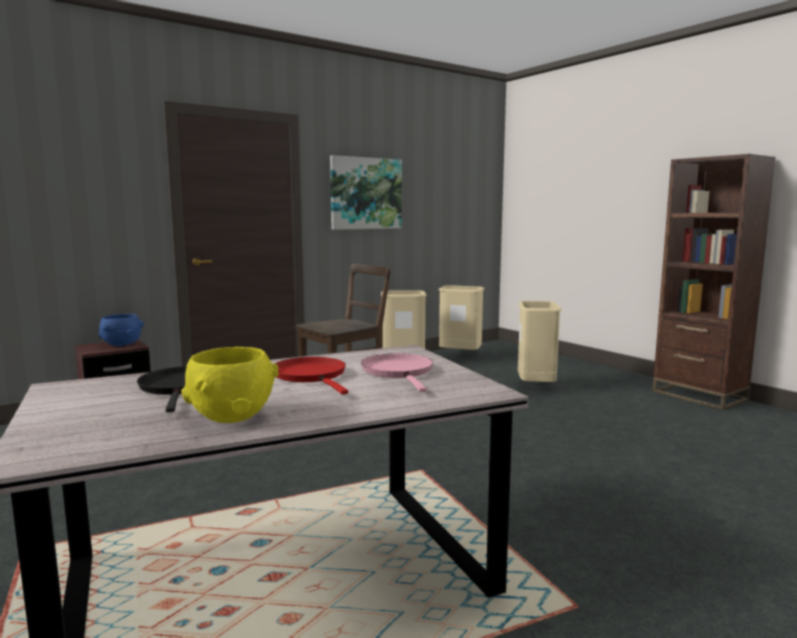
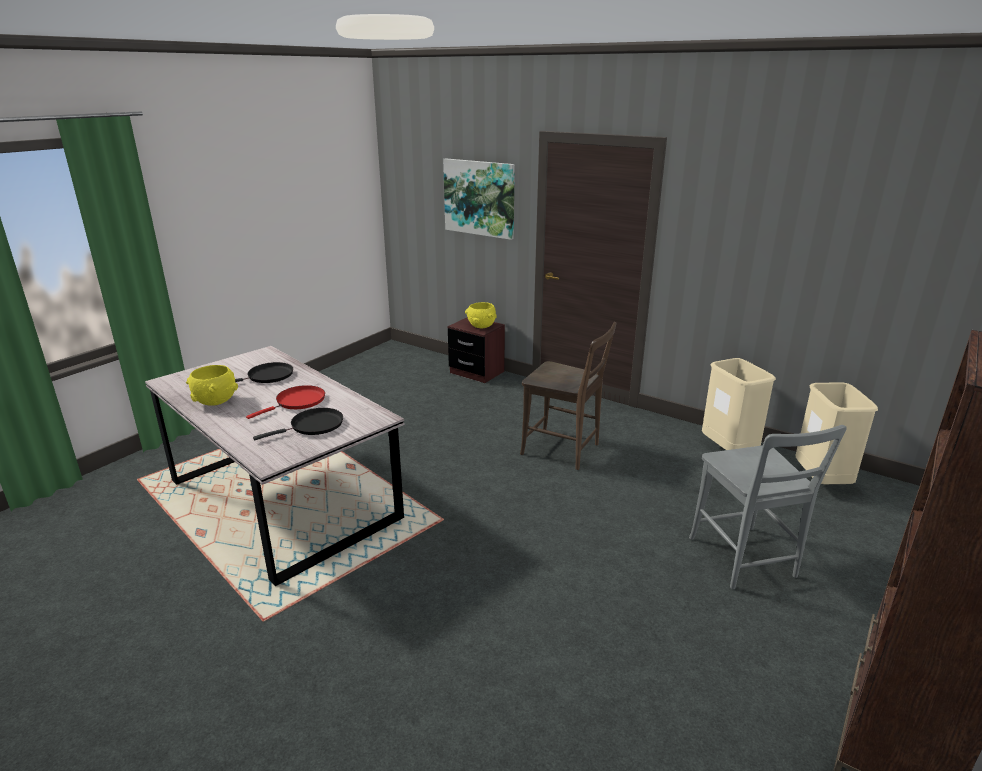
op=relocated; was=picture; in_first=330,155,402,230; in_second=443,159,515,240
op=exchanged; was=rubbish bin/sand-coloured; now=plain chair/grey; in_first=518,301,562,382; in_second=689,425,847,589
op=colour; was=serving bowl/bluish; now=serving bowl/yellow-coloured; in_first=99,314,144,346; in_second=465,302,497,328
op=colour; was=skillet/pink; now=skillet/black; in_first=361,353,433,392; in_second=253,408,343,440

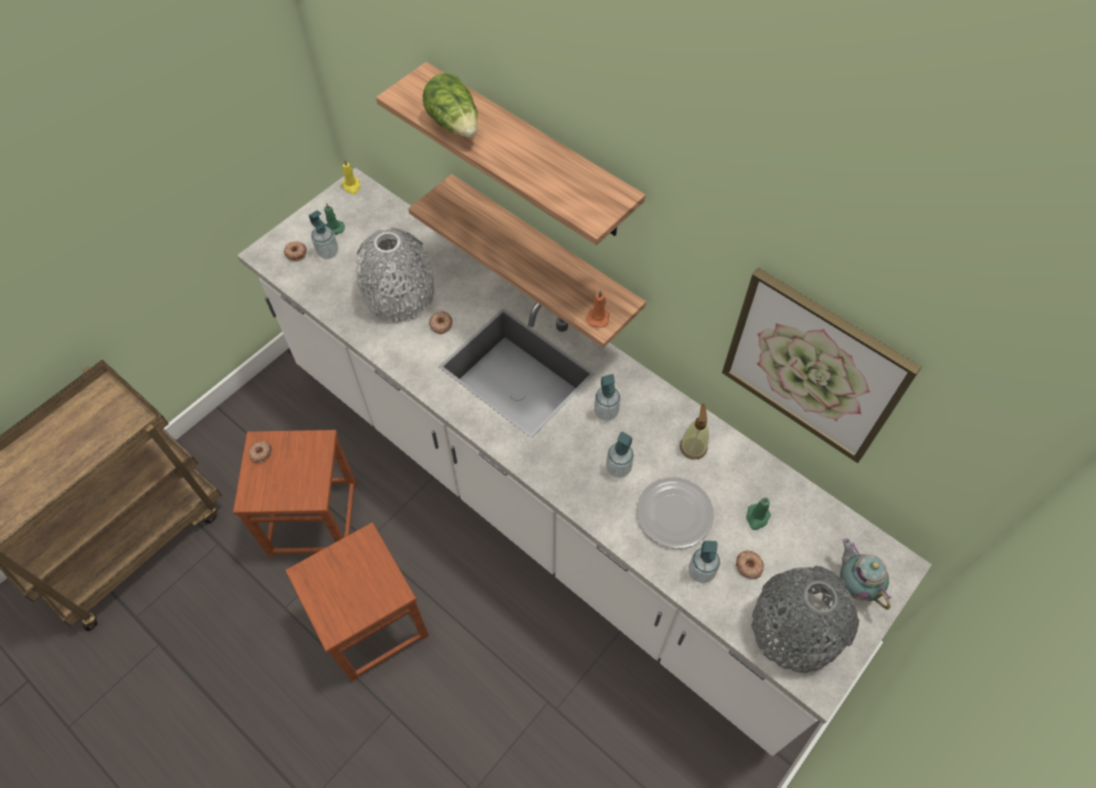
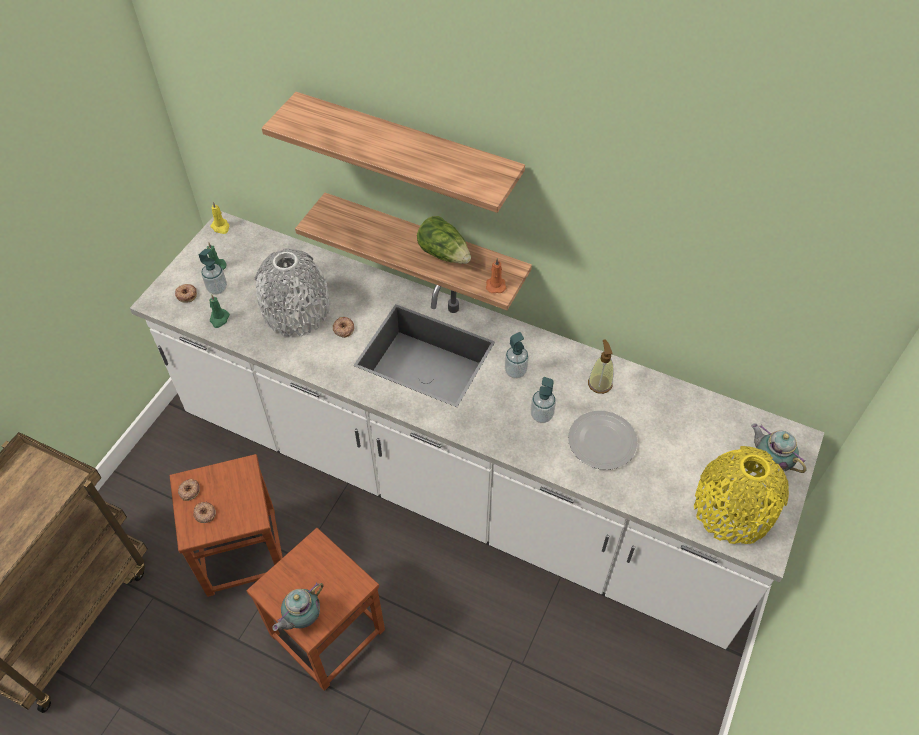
op=relocated; was=lettuce head; in_first=422,73,478,138; in_second=417,216,471,264
op=missing; was=picture; in_first=722,268,922,463
op=relocated; was=candle/green; in_first=746,498,771,530; in_second=209,294,230,328
op=missing; was=liquid soap bottle; in_first=688,541,720,583
op=relocated; was=donut; in_first=736,550,764,579; in_second=193,502,216,523
op=colour; was=vase/grey; now=vase/yellow-coloured; in_first=751,566,859,673; in_second=694,446,789,544
op=appeared; now=tea pot; in_second=272,582,324,631

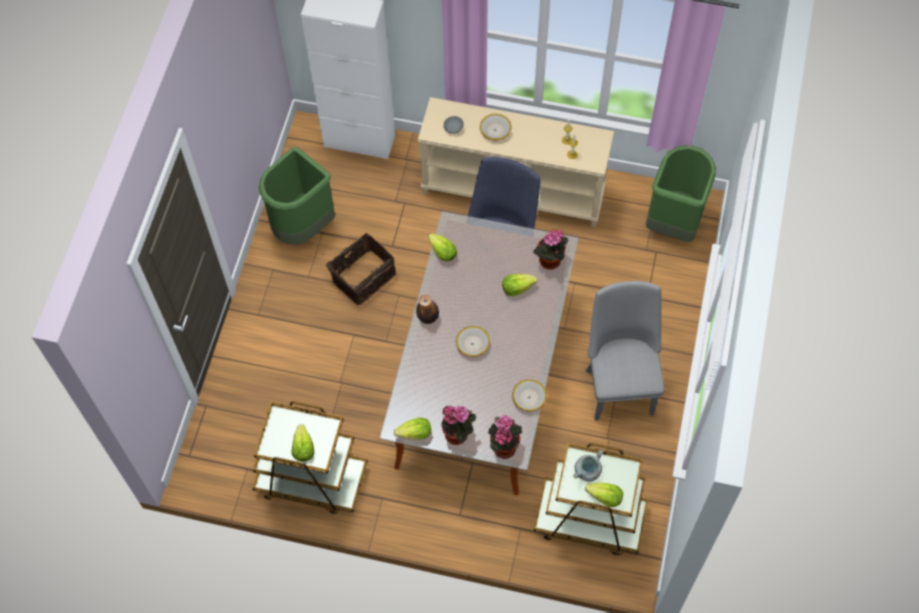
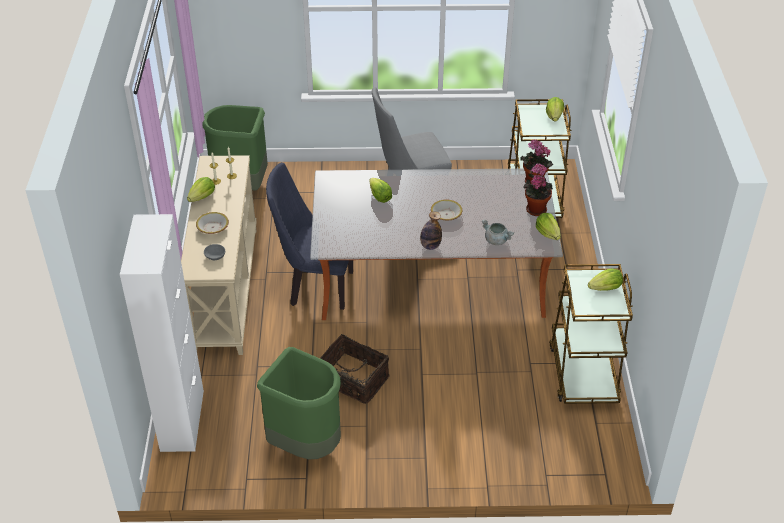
op=missing; was=plant in a pot; in_first=533,230,568,270
op=relocated; was=lettuce head; in_first=428,233,457,262; in_second=187,177,215,202
op=missing; was=serving bowl; in_first=512,379,547,412
op=relocated; was=saucepot/grey; in_first=573,449,603,482; in_second=482,220,514,245

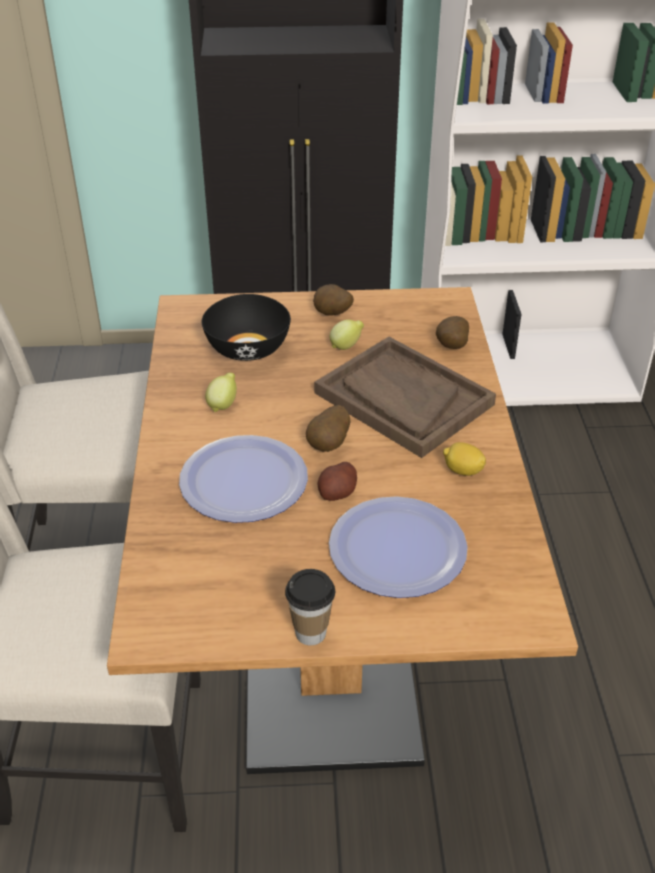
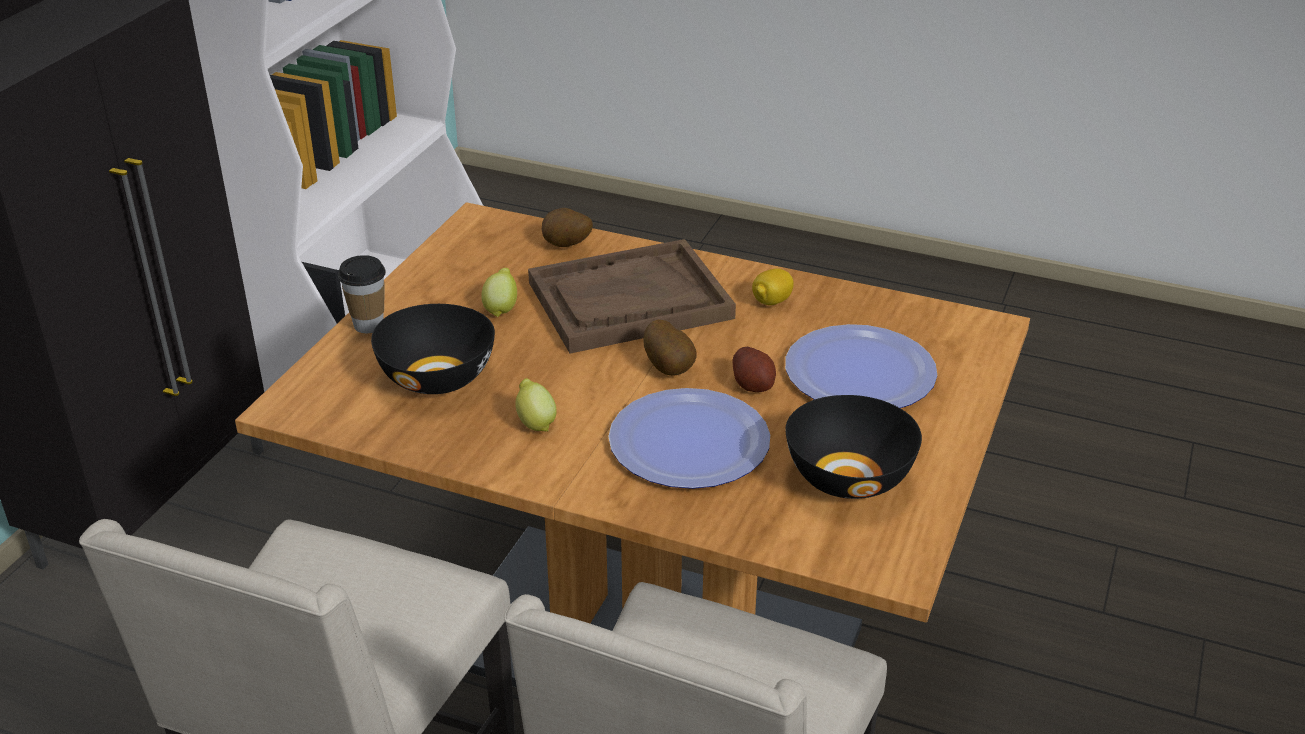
op=missing; was=whole potato; in_first=313,284,354,316
op=relocated; was=drinking cup; in_first=285,569,335,646; in_second=338,255,386,333
op=appeared; now=serving bowl/black; in_second=785,395,922,499

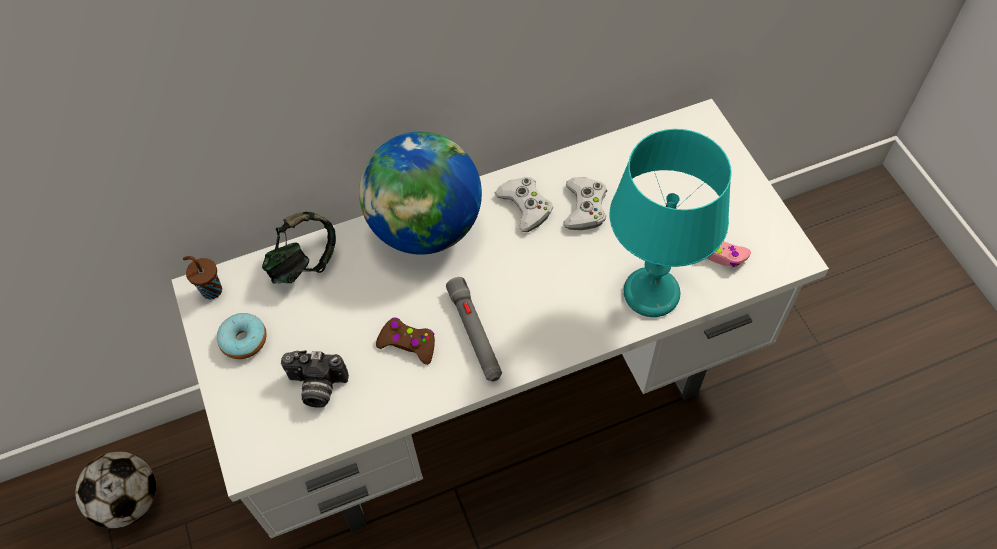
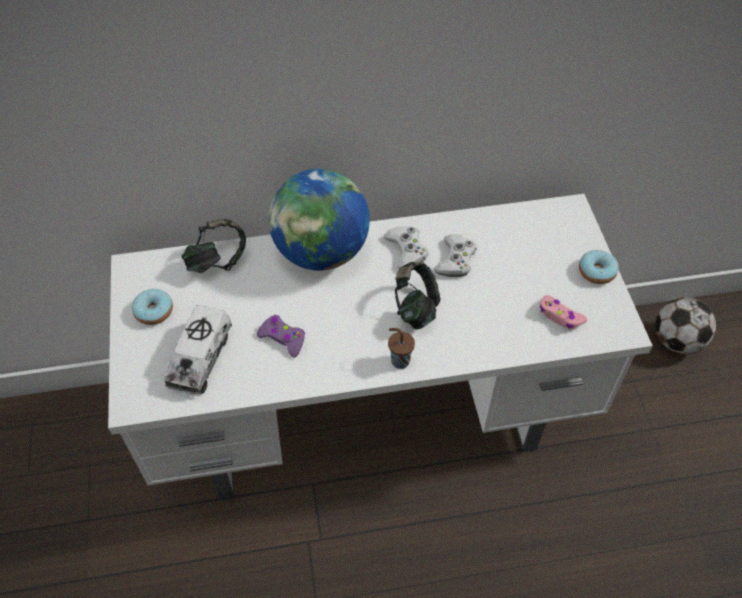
op=missing; was=lamp for a table/turquoise; in_first=610,129,732,317
op=relocated; was=drinking cup/brown-coloured; in_first=183,256,222,299; in_second=388,328,415,369
op=missing; was=hand torch/grey; in_first=446,277,502,382
op=colour; was=joypad/brown-coloured; now=joypad/purple-coloured; in_first=376,318,435,365; in_second=257,315,305,358
op=exchanged; was=still camera; now=model truck; in_first=281,350,349,408; in_second=165,305,232,394
op=relocated; was=ball for football; in_first=75,452,156,528; in_second=655,297,716,354
op=appeared; now=donut; in_second=579,250,619,284
op=appeared; now=headset; in_second=395,262,441,330

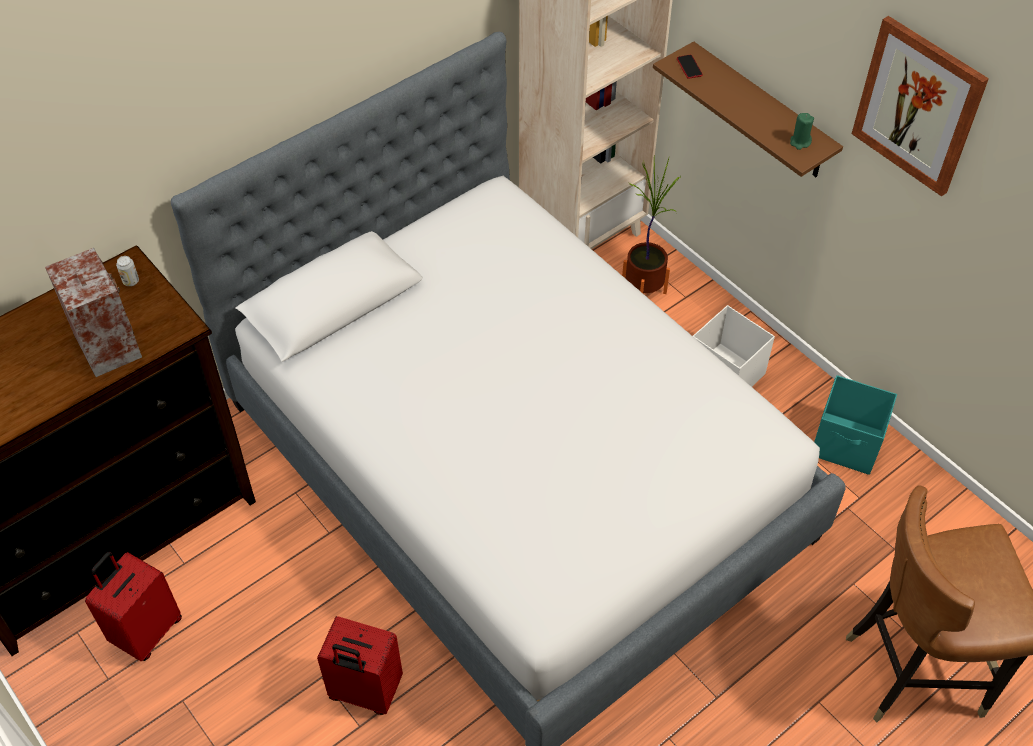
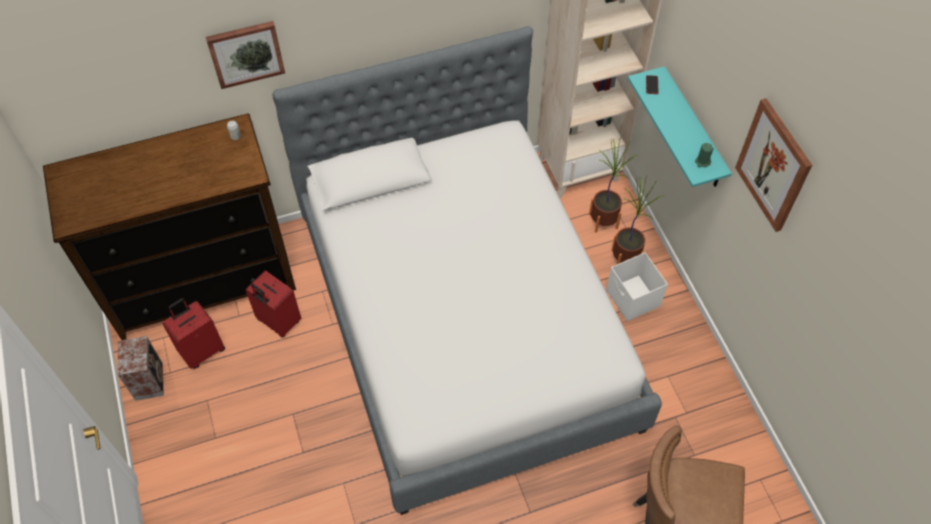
op=colour; was=bracket shelf/brown-coloured; now=bracket shelf/turquoise; in_first=653,41,843,177; in_second=628,66,732,187
op=relocated; was=speaker; in_first=45,248,142,377; in_second=118,336,164,401
op=missing; was=storage bin/turquoise; in_first=814,375,897,475
op=relocated; was=travel case/red-coloured; in_first=317,616,403,715; in_second=245,270,301,338
op=appeared; now=picture; in_second=206,21,285,89
op=appeared; now=plant in a pot; in_second=611,176,663,264

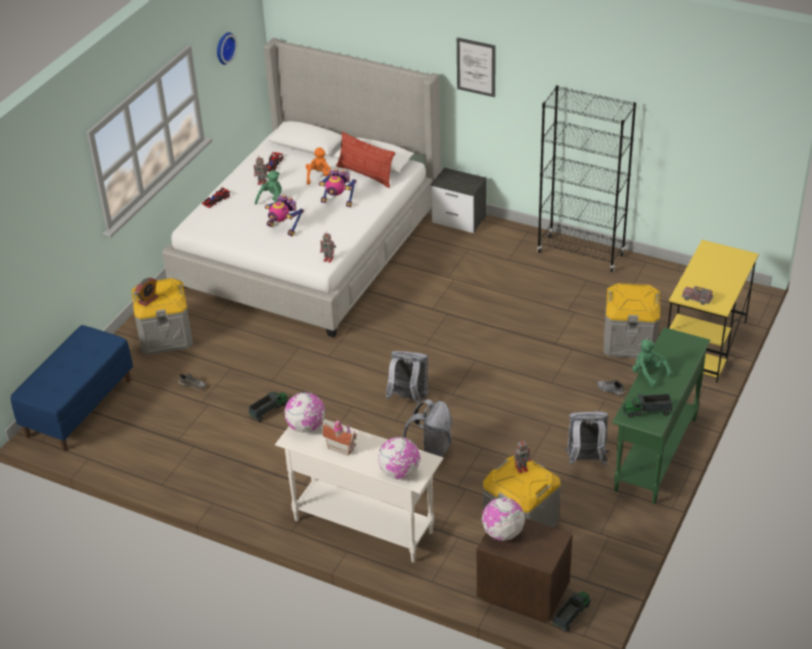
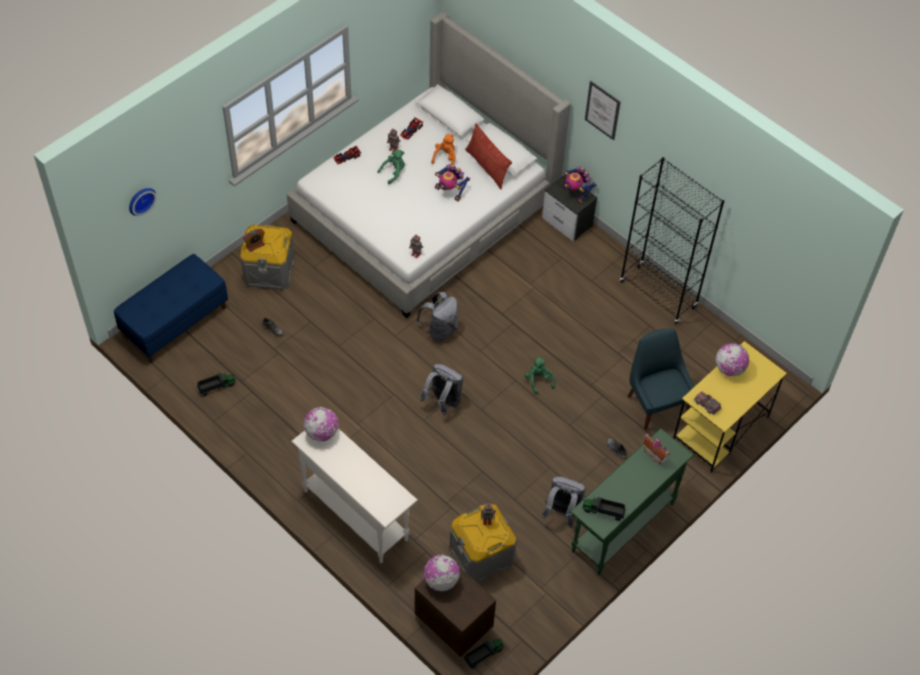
op=relocated; was=wall clock; in_first=217,32,237,65; in_second=129,188,157,216
op=relocated; was=robot figure; in_first=265,195,304,236; in_second=562,166,596,204
op=exchanged; was=storage bin/grey; now=plain chair/bluish; in_first=603,283,660,358; in_second=628,329,695,430
op=relocated; was=plush toy/green; in_first=632,340,671,387; in_second=524,356,555,394
op=relocated; was=model truck; in_first=248,391,289,422; in_second=197,372,235,396
op=relocated; was=rucksack/grey; in_first=403,399,452,457; in_second=416,292,458,342
op=relocated; was=model house; in_first=321,419,357,456; in_second=643,433,671,465
op=relocated; was=desk globe; in_first=378,437,420,479; in_second=716,343,749,376

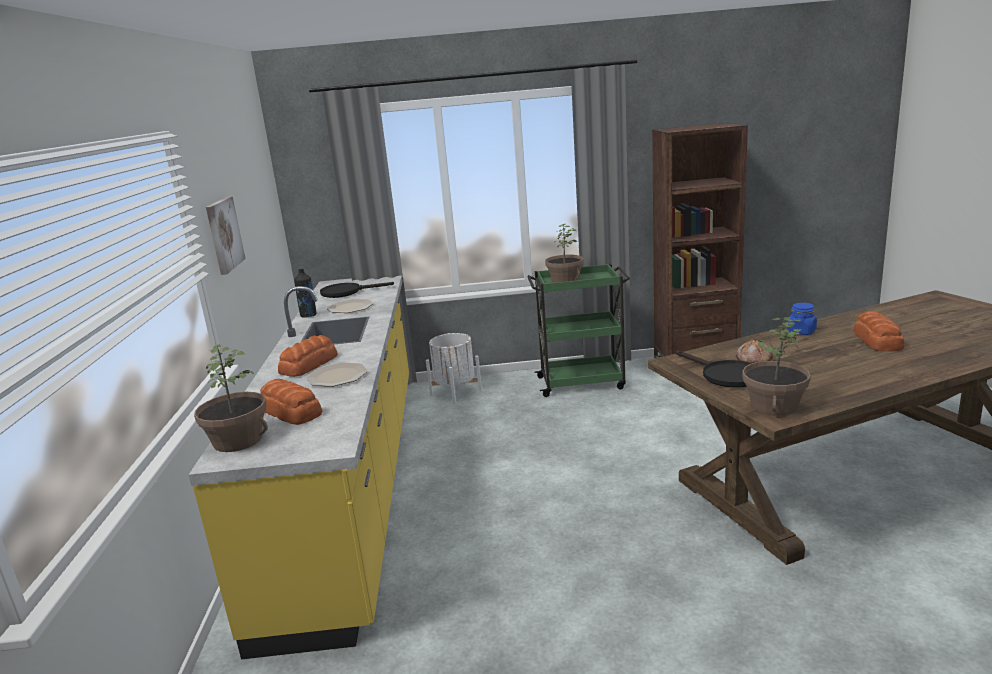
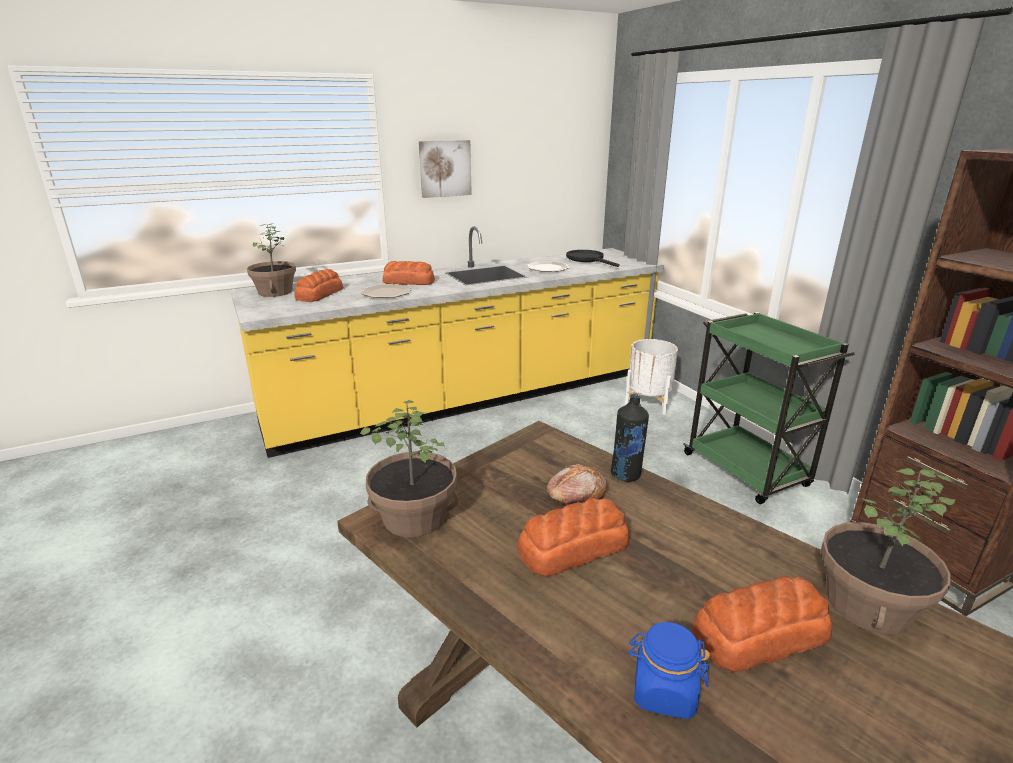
op=relocated; was=plant in a pot; in_first=545,224,583,283; in_second=821,468,955,634
op=relocated; was=drink bottle/black; in_first=294,268,317,318; in_second=611,394,649,482
op=relocated; was=preserve jar/bluish; in_first=787,303,817,335; in_second=628,622,710,719
op=missing; was=skillet/black; in_first=676,350,752,388
op=appeared; now=bread; in_second=517,498,630,577

